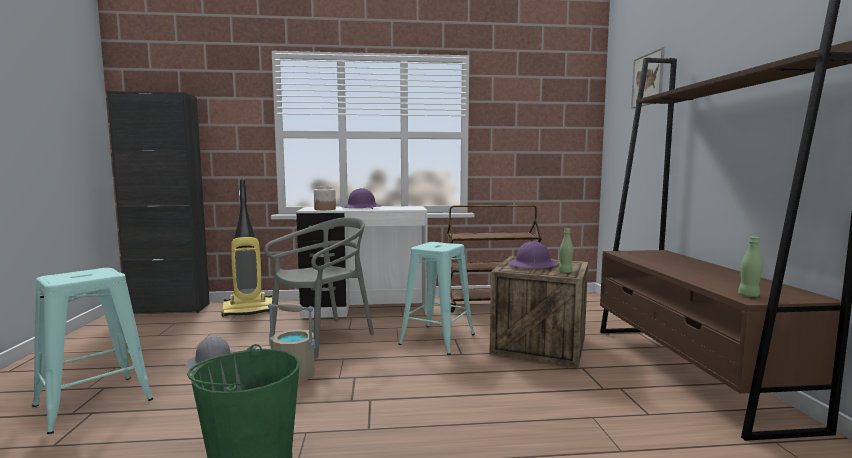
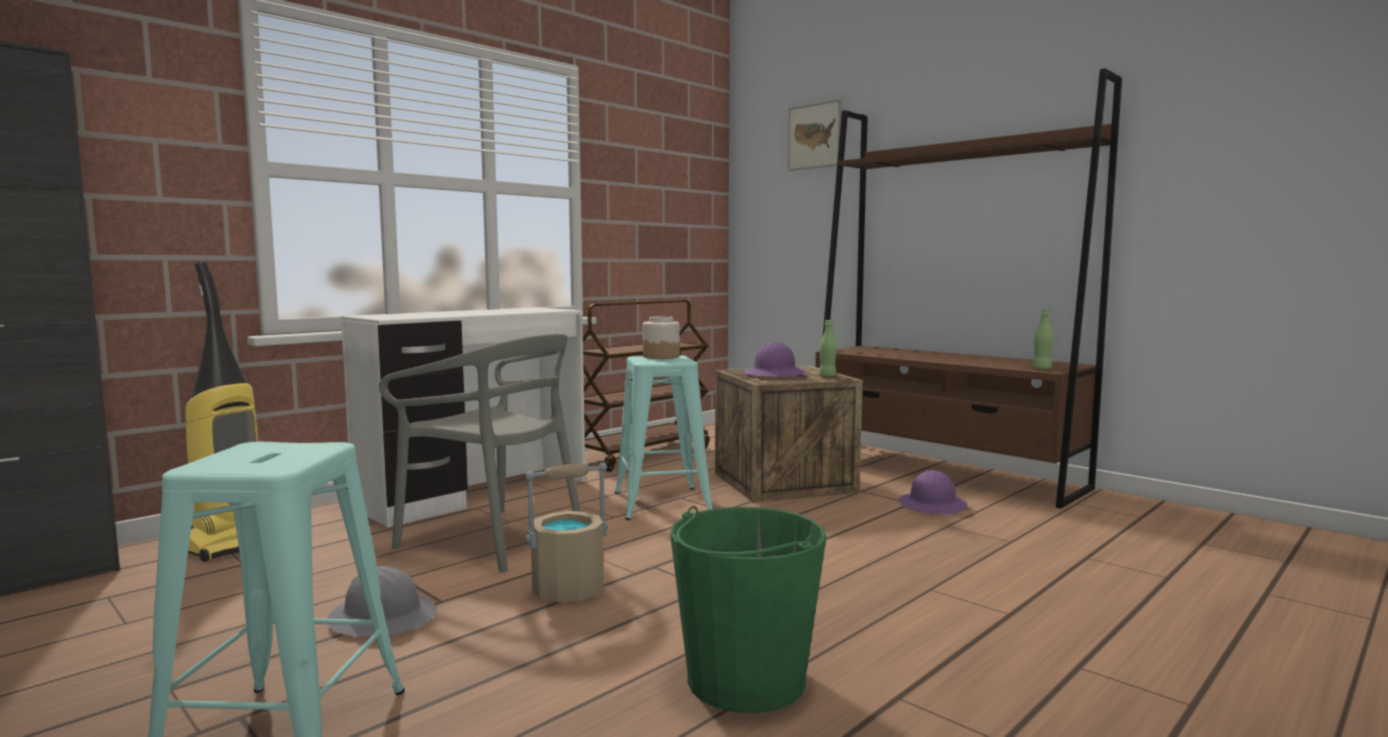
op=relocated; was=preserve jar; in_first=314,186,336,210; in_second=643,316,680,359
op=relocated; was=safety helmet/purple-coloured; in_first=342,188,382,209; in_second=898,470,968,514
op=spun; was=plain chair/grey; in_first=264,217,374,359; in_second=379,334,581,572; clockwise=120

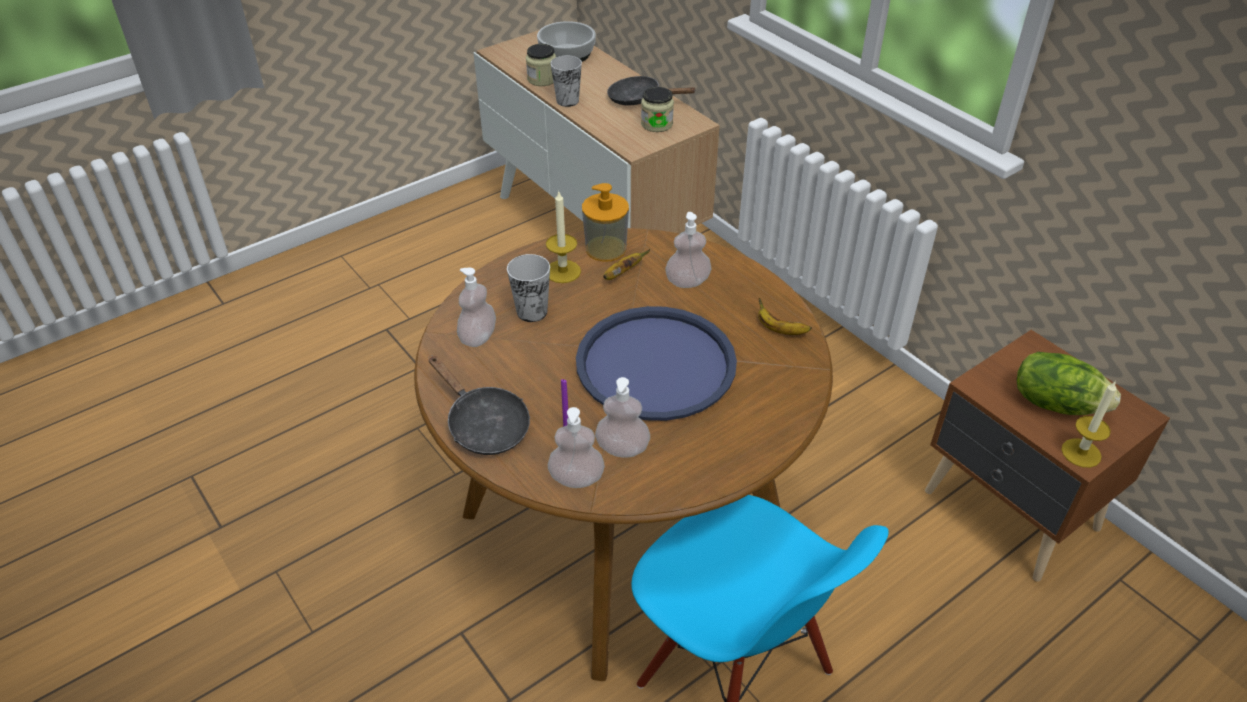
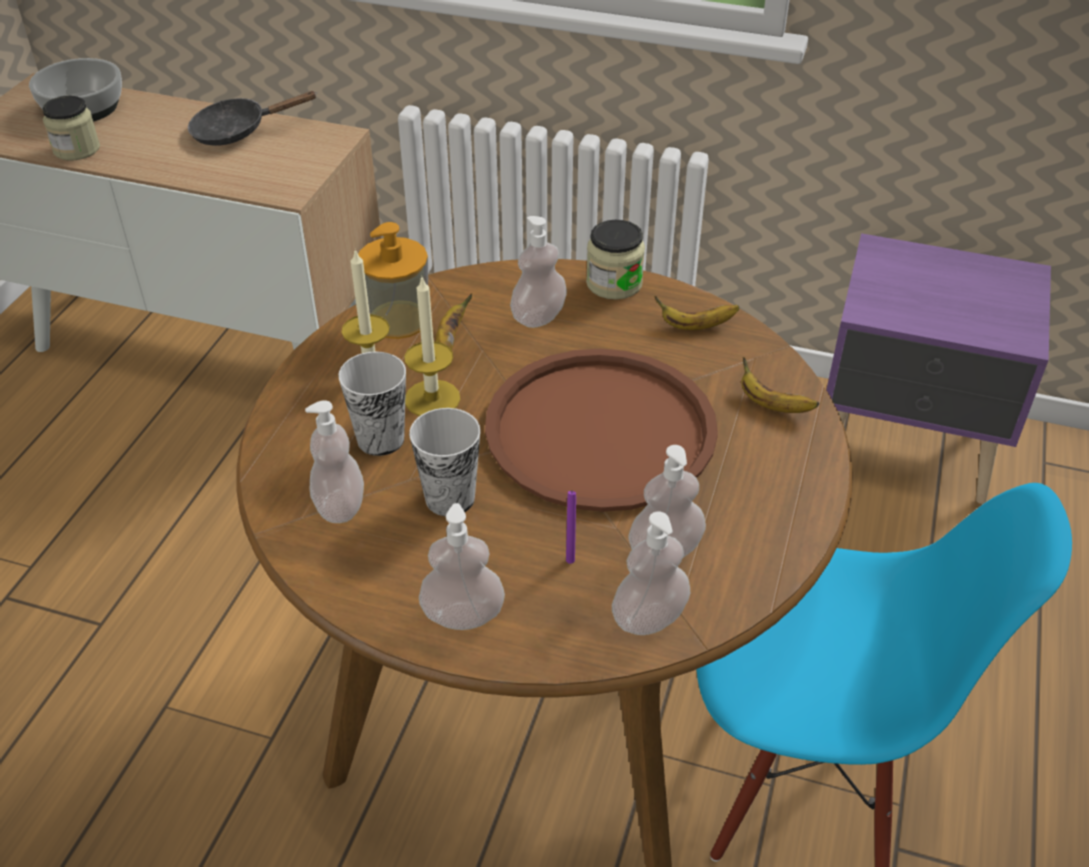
op=relocated; was=drinking cup; in_first=550,56,582,107; in_second=409,408,480,516
op=relocated; was=preserve jar; in_first=641,87,674,132; in_second=586,220,645,300
op=colour; was=tray/bluish; now=tray/brown-coloured; in_first=576,306,737,421; in_second=485,349,718,512
op=colour; was=bedside table/brown-coloured; now=bedside table/purple-coloured; in_first=925,330,1170,582; in_second=826,233,1051,504
op=missing; was=lettuce head; in_first=1016,352,1121,415
op=exchanged; was=skillet/black; now=liquid soap bottle; in_first=429,356,530,455; in_second=419,503,505,630
op=relocated; was=candle; in_first=1061,380,1117,468; in_second=404,275,460,416
op=appeared; now=banana; in_second=741,357,819,413

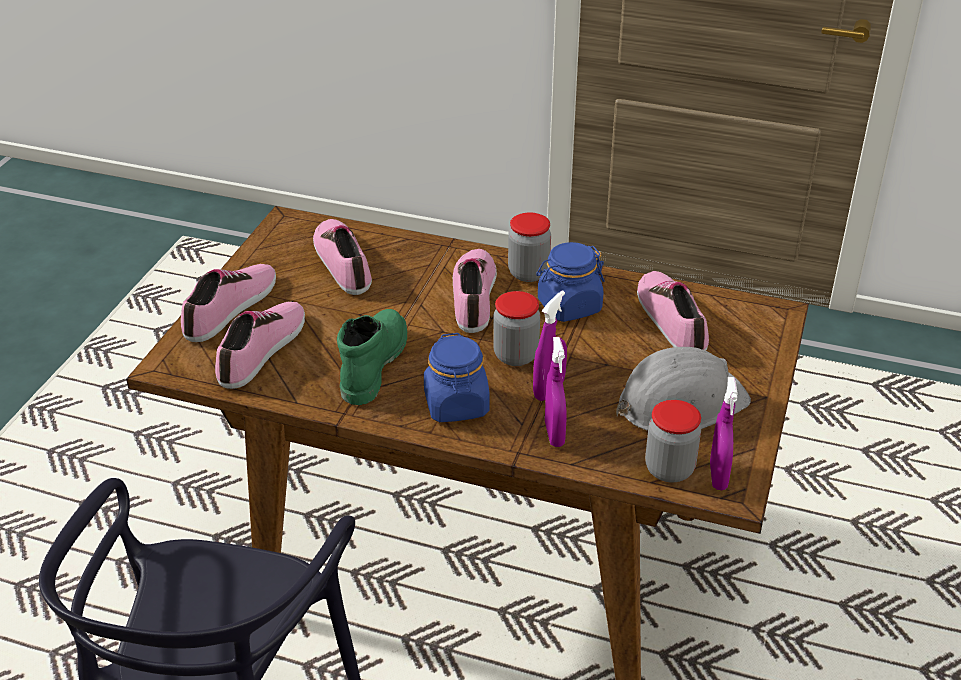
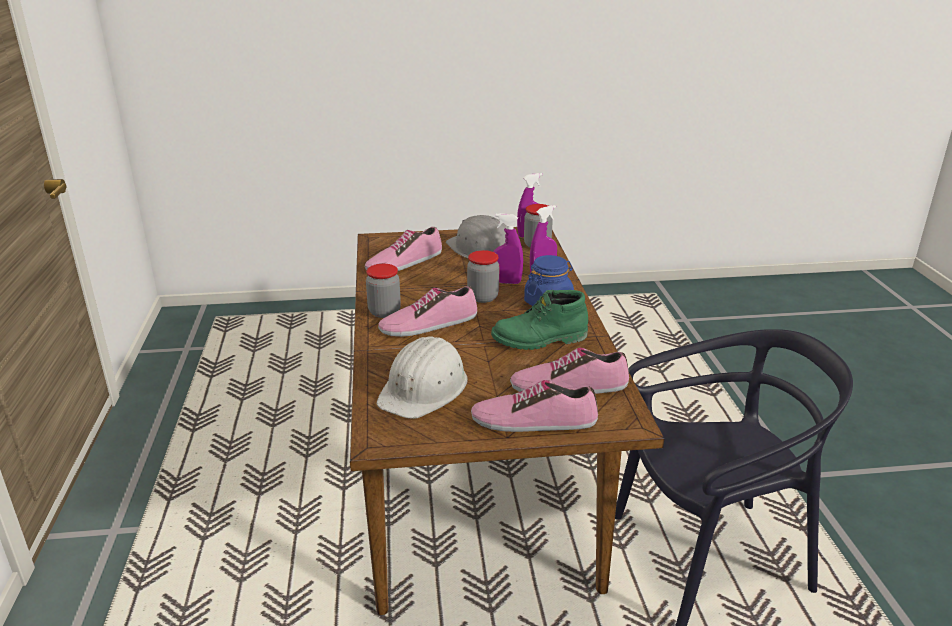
op=exchanged; was=shoe; now=safety helmet/whitish; in_first=313,219,372,295; in_second=376,336,468,419
op=missing; was=preserve jar/bluish; in_first=536,242,604,322

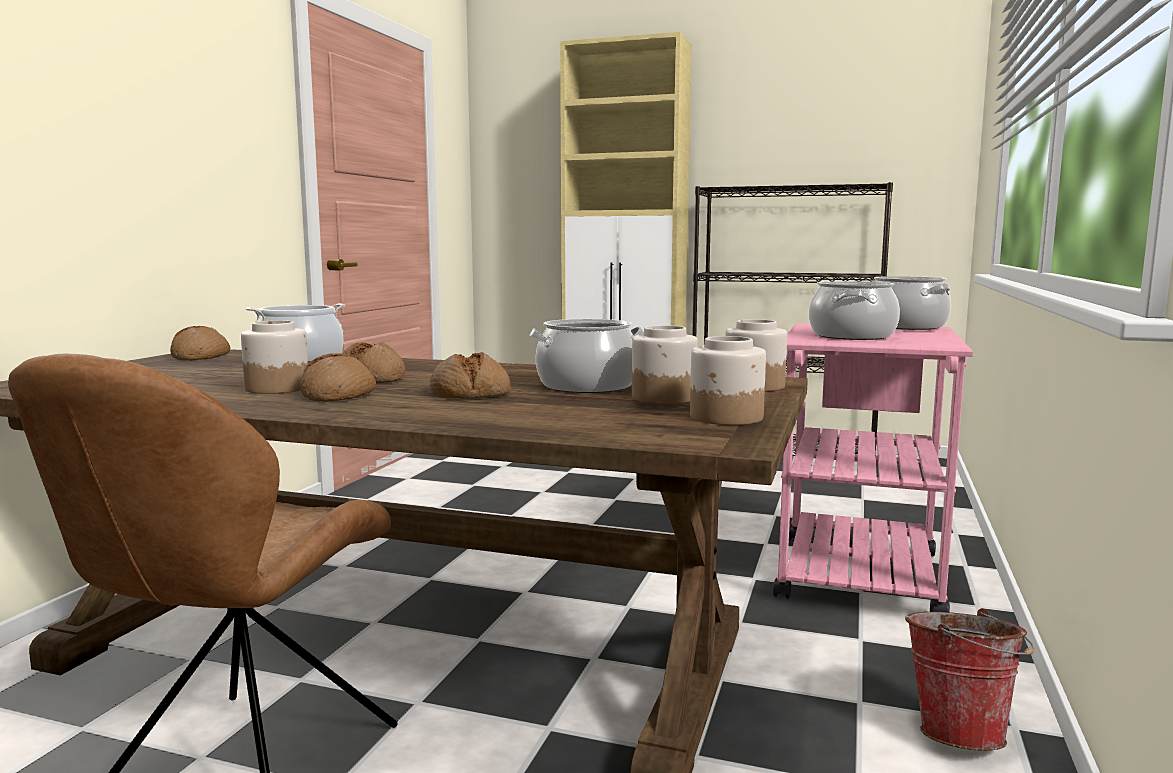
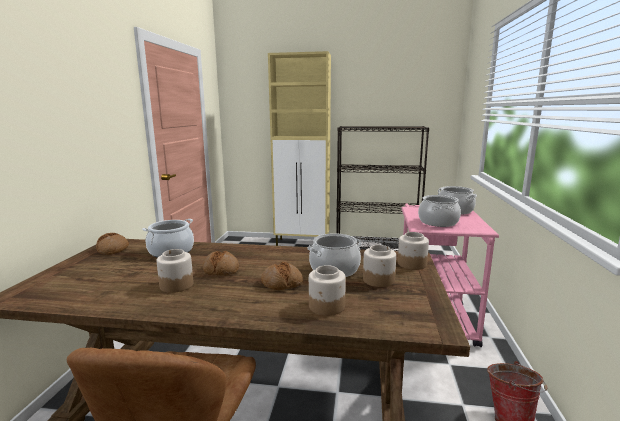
op=relocated; was=preserve jar; in_first=690,336,766,425; in_second=309,265,346,316
op=missing; was=bread; in_first=300,353,376,402

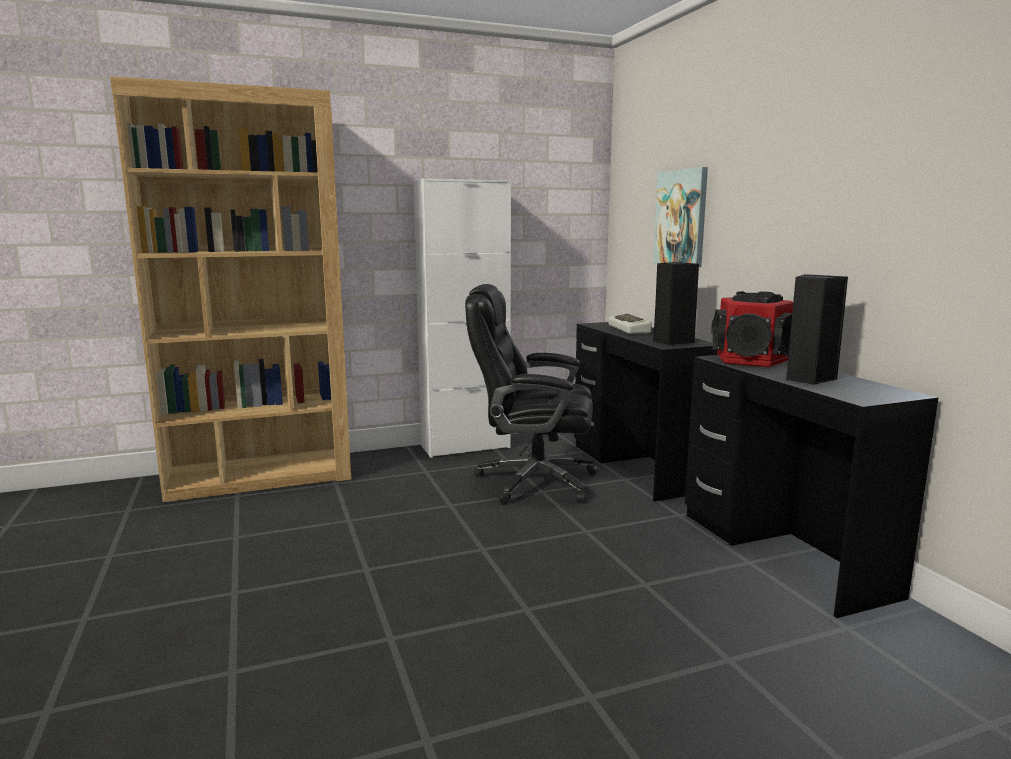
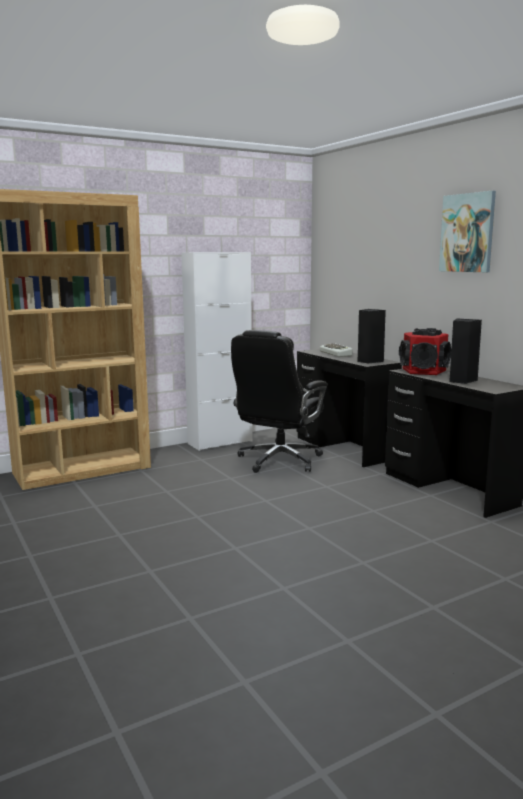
op=relocated; was=picture; in_first=653,167,708,267; in_second=439,191,496,272
op=spun; was=office chair/black; in_first=465,284,598,504; in_second=231,330,328,473; clockwise=-60

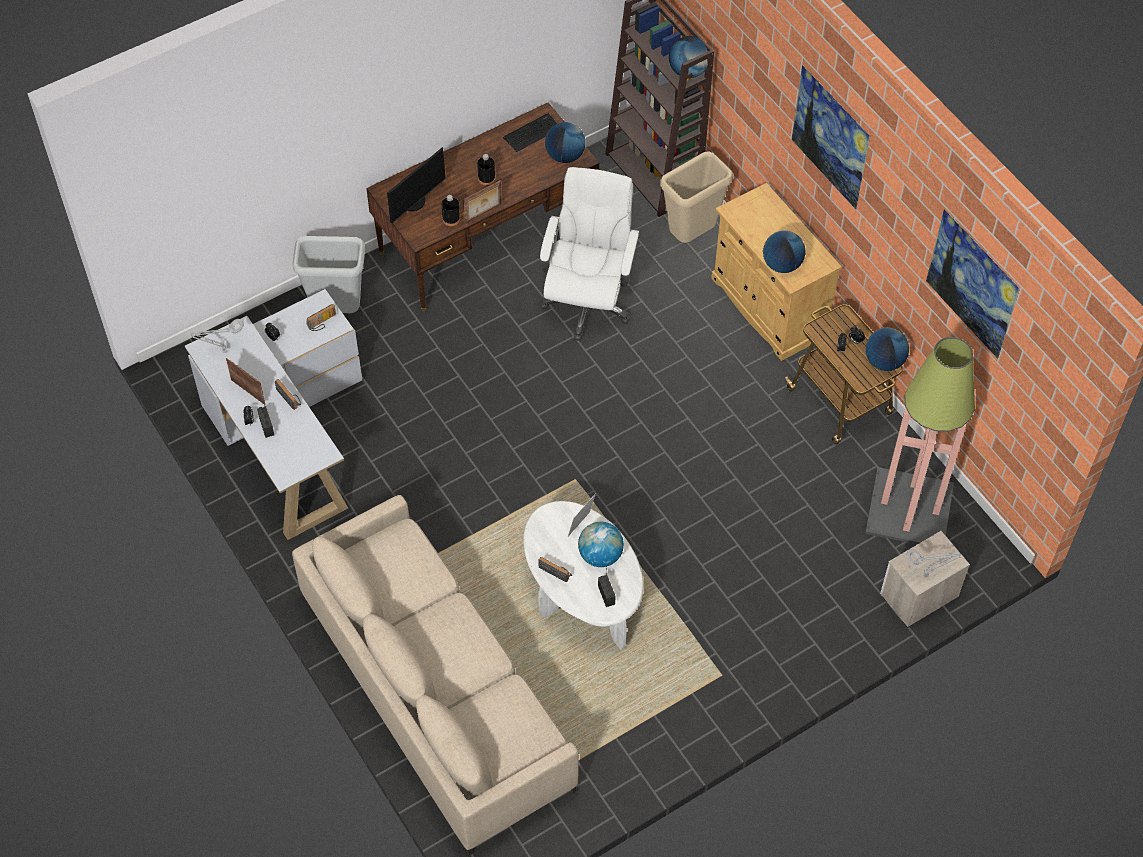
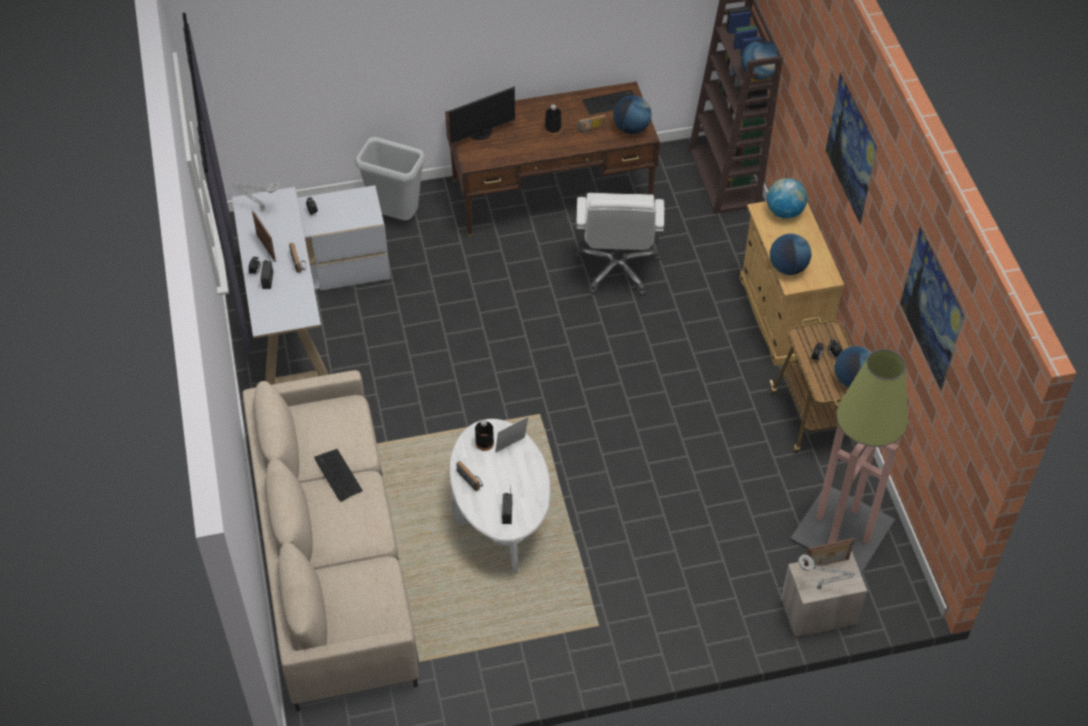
op=missing; was=rubbish bin/sand-coloured; in_first=660,151,733,243
op=spun; was=office chair/whitish; in_first=540,167,639,341; in_second=575,193,664,296; clockwise=150
op=relocated; was=photo frame; in_first=463,181,502,223; in_second=804,538,855,567
op=relocated; was=drink bottle/black; in_first=442,195,460,226; in_second=475,420,494,451
op=relocated; was=radio receiver; in_first=306,304,336,331; in_second=577,114,606,134
op=relocated; was=desk globe; in_first=578,522,624,567; in_second=767,178,807,219
op=appeared; now=keyboard; in_second=314,449,363,502

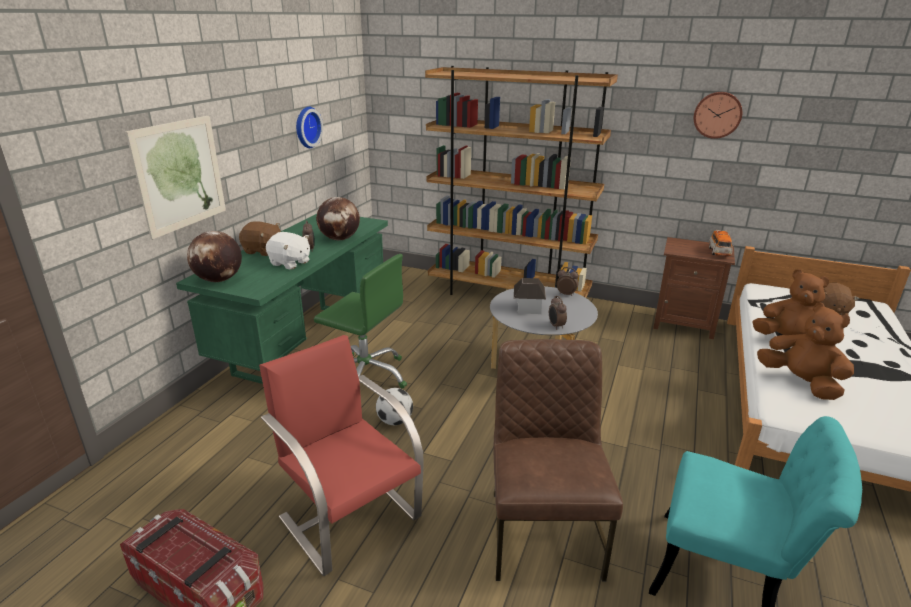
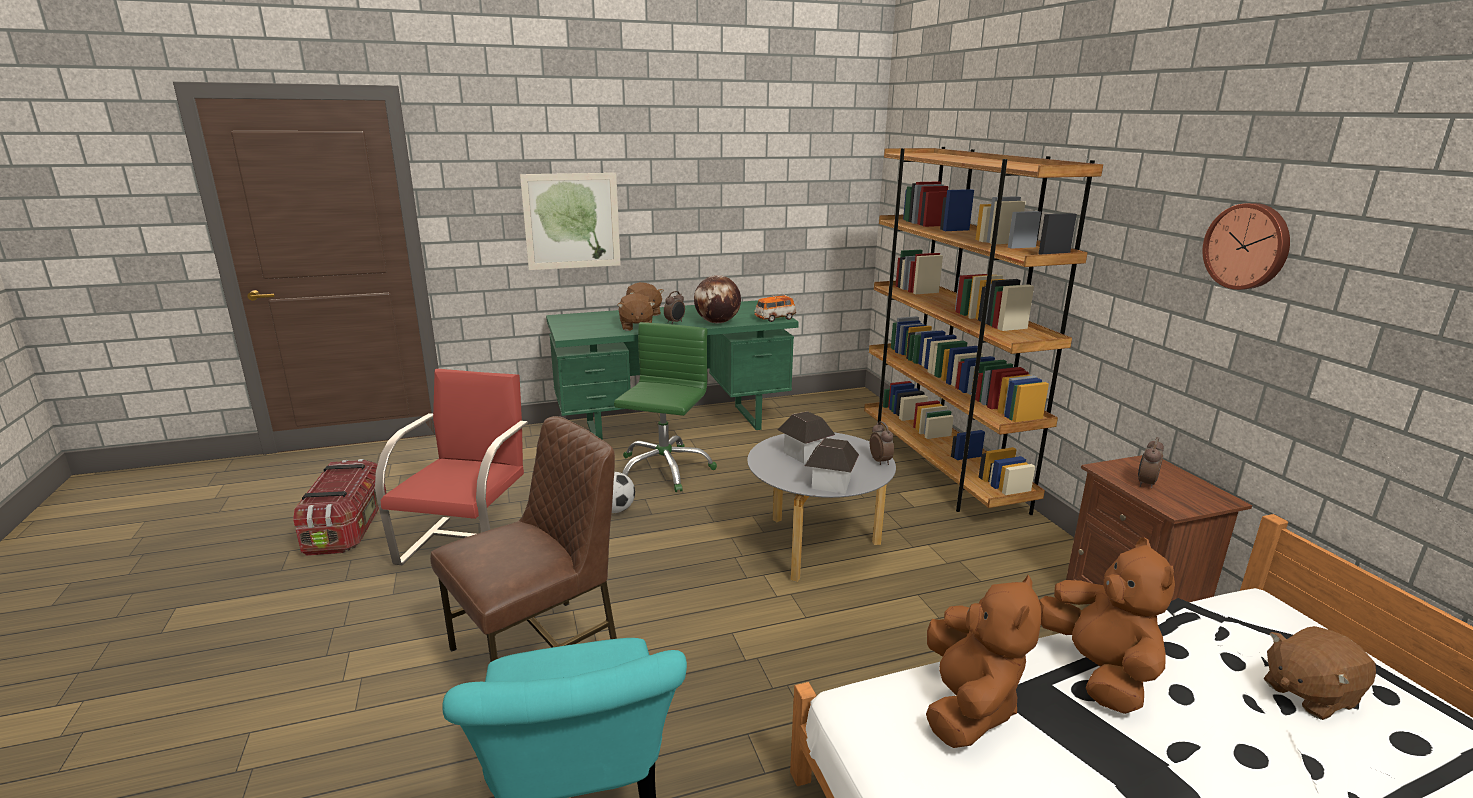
op=missing; was=wall clock; in_first=296,107,323,148
op=relocated; was=toy car; in_first=709,230,734,257; in_second=754,294,796,322
op=missing; was=desk globe; in_first=187,231,242,282
op=colour; was=plush toy/whitish; now=plush toy/brown-coloured; in_first=266,232,310,269; in_second=617,293,655,331
op=spun; was=office chair/green; in_first=314,254,407,389; in_second=614,322,717,492; clockwise=-150
op=relocated; was=bedside clock; in_first=549,296,567,330; in_second=1138,437,1164,488
op=appeared; now=model house; in_second=805,438,859,494

